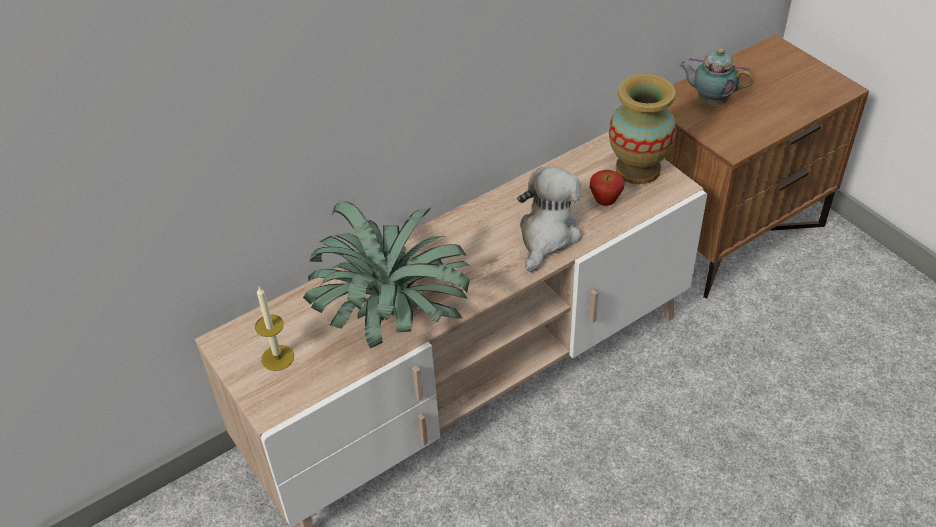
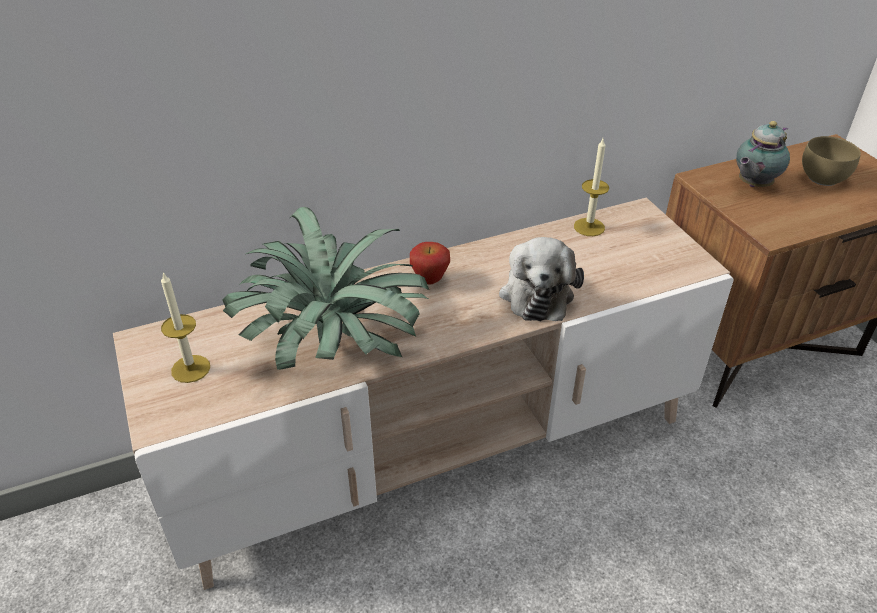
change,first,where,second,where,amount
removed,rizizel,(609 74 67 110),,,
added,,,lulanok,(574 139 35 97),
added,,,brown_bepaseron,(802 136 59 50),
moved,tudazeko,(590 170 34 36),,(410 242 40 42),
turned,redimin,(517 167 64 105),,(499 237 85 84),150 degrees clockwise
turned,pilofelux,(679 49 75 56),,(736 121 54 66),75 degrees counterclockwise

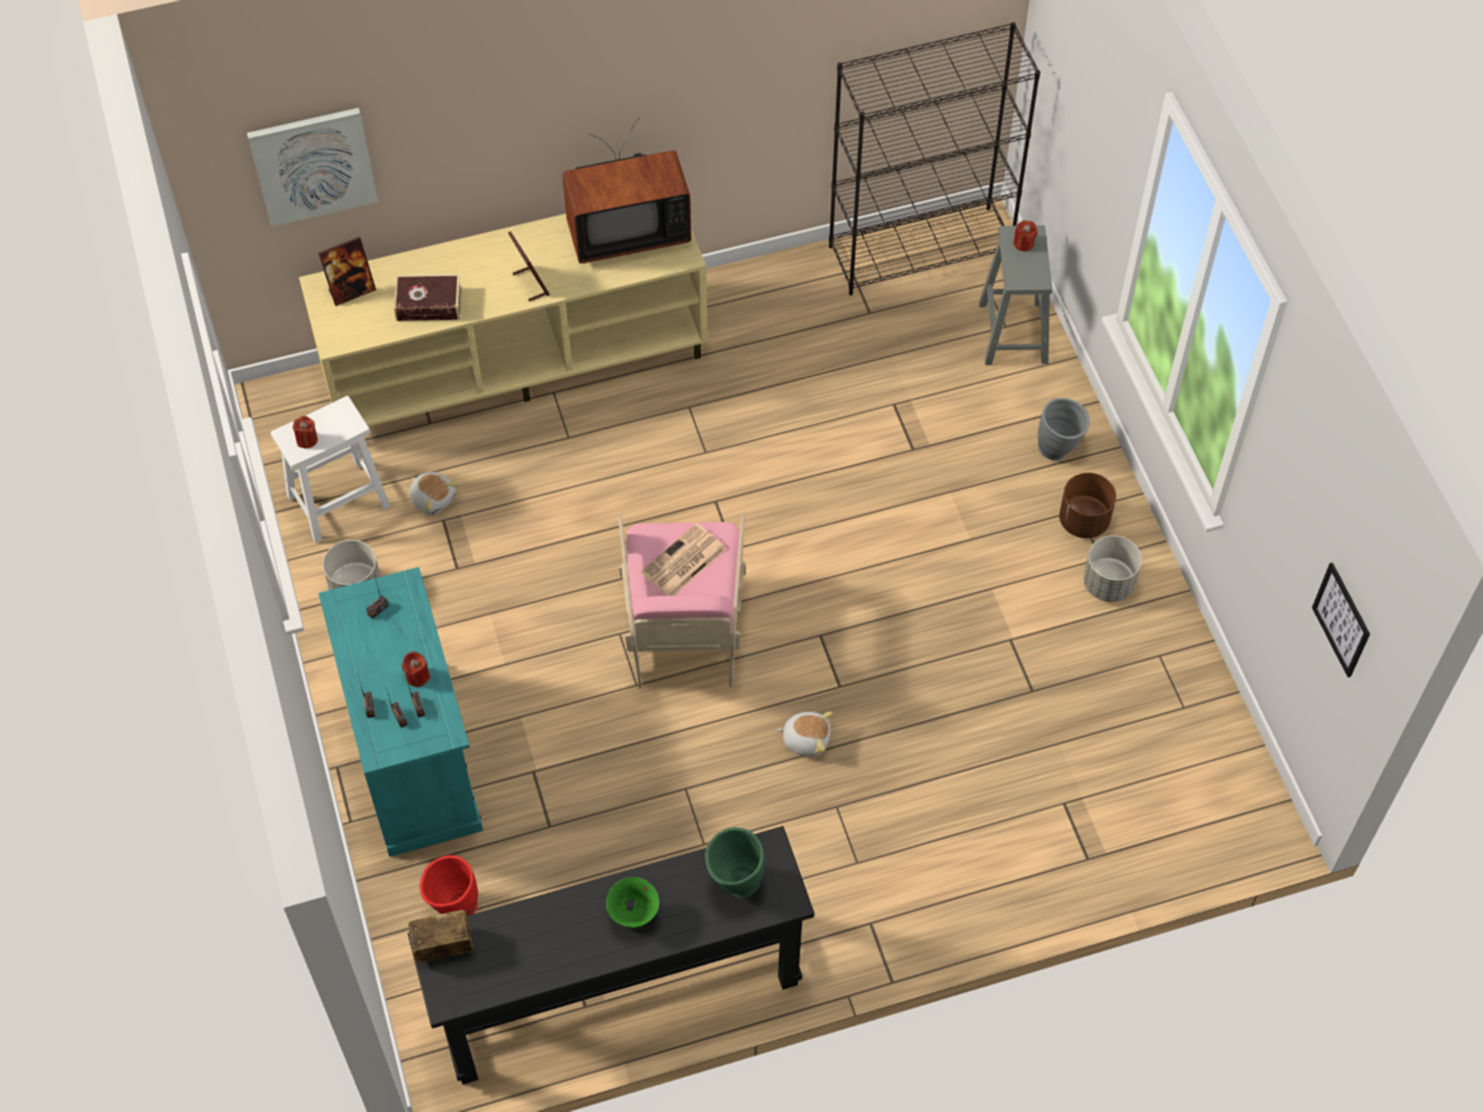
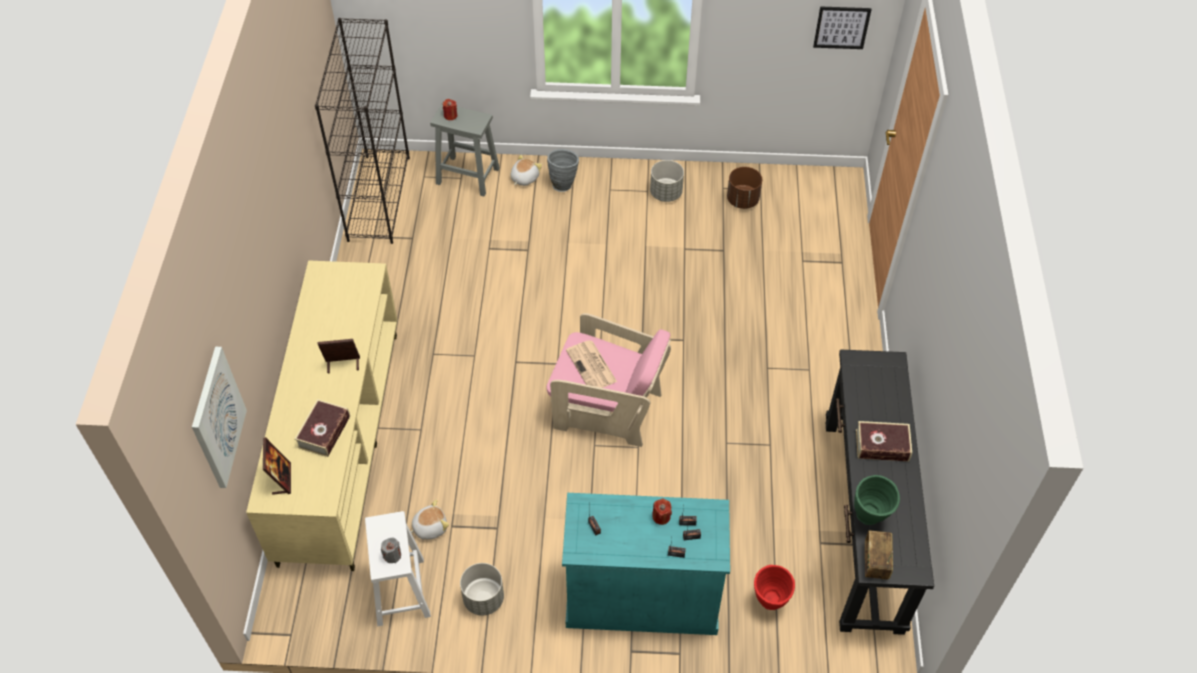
change,first,where,second,where,amount
removed,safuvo,(562 118 129 146),,,
moved,green_rizizel,(705 827 60 71),,(854 475 46 50),
moved,redimin,(777 711 56 46),,(511 154 31 32),
moved,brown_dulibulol,(1059 473 57 65),,(727 167 35 42),
replaced,green_bepaseron,(606 877 53 52),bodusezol,(856 421 56 40),
recoloured,red_lulanok,(292 416 26 32),grey_lulanok,(381 537 20 26),

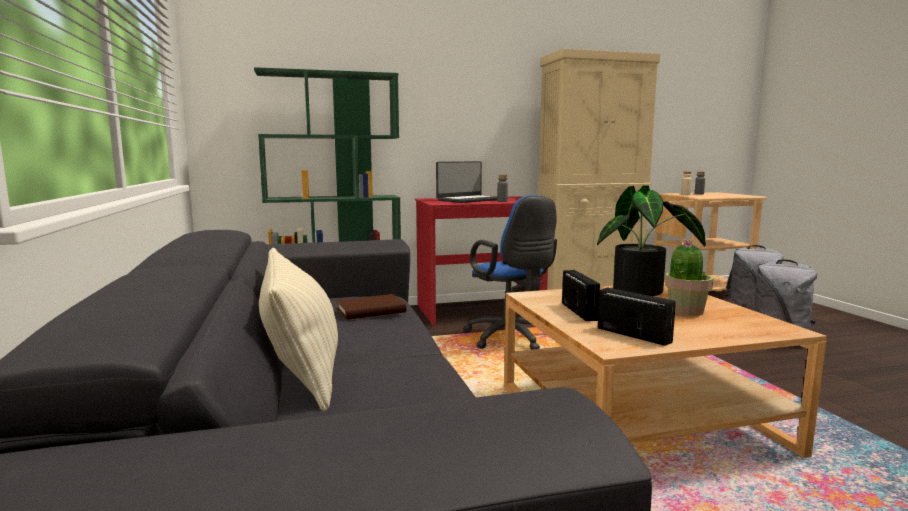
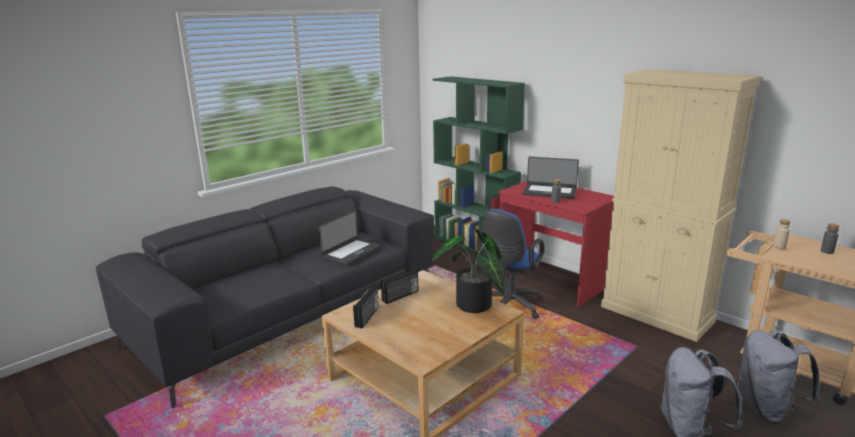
change,first,where,second,where,amount
removed,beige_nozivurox,(259 248 79 163),,,
removed,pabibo,(665 240 48 76),,,
replaced,brown_bodusezol,(337 294 70 26),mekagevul,(318 211 63 54),

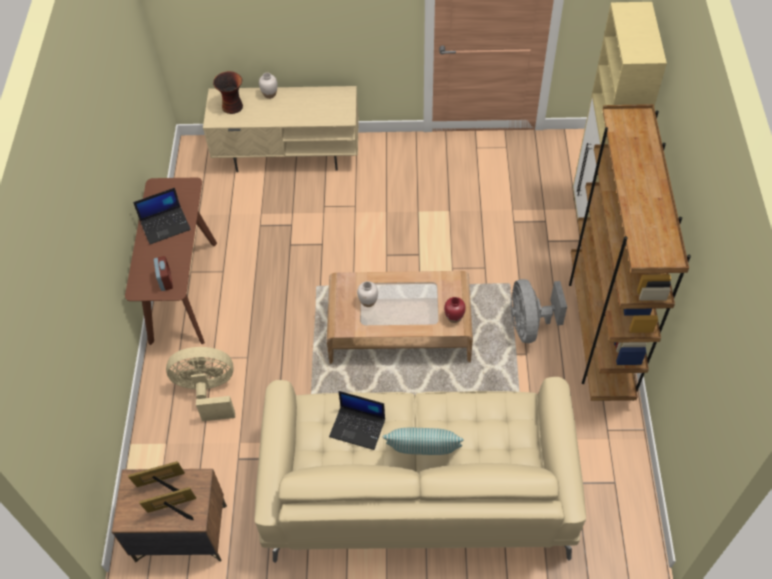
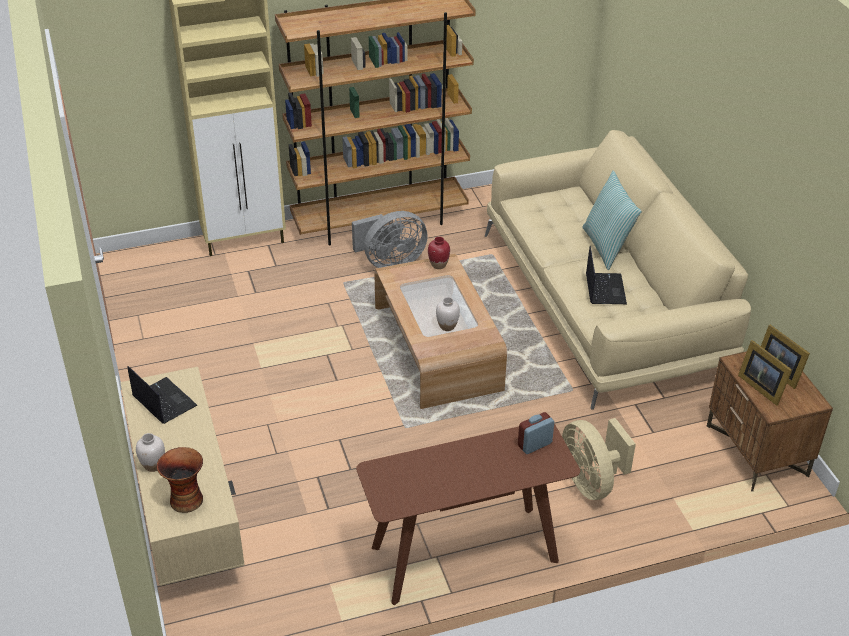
change,first,where,second,where,amount
moved,mekagevul,(133 188 58 56),,(127 366 70 58),

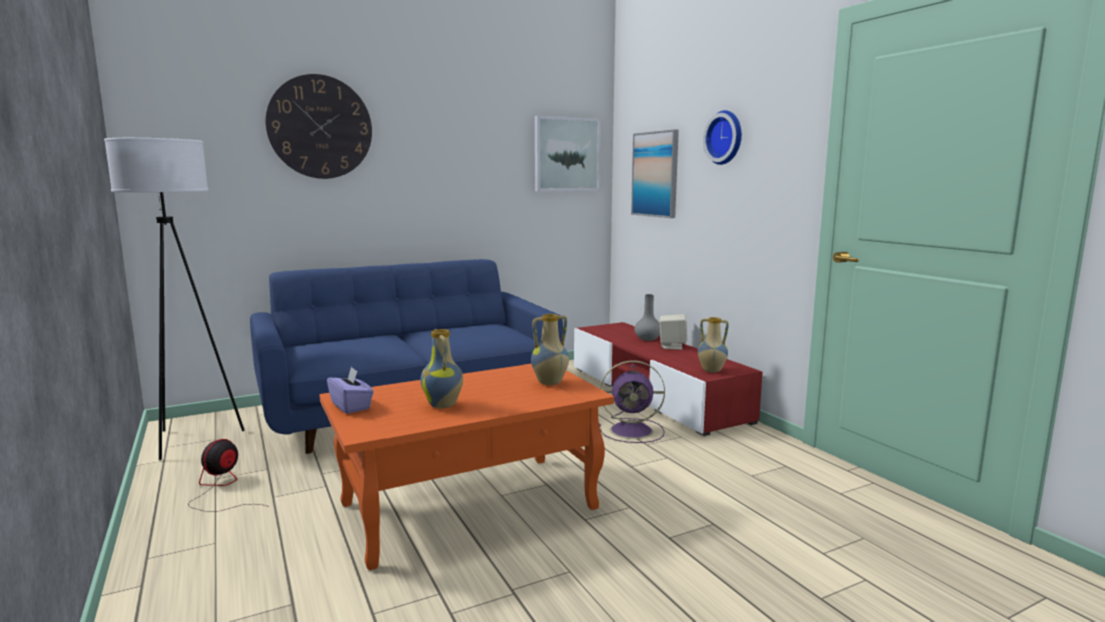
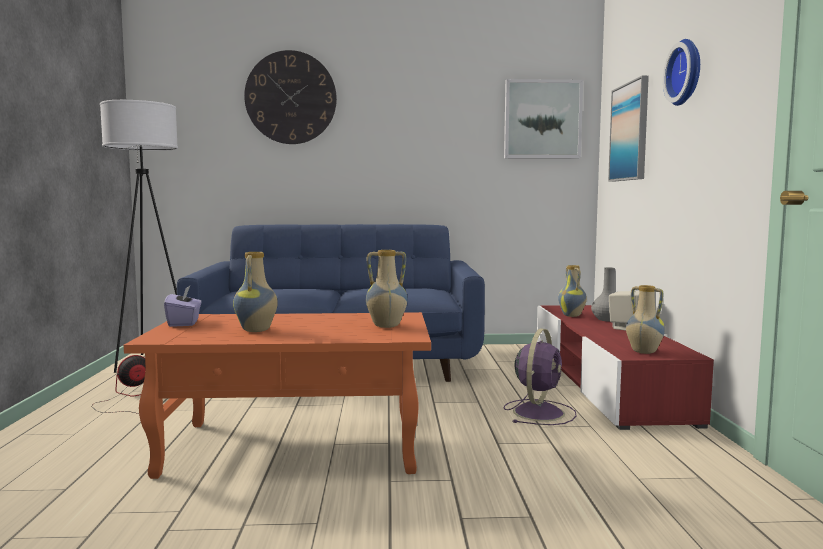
change,first,where,second,where,amount
added,,,rizizel,(558 265 29 52),
turned,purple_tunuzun,(599 361 66 82),,(504 328 73 97),90 degrees counterclockwise

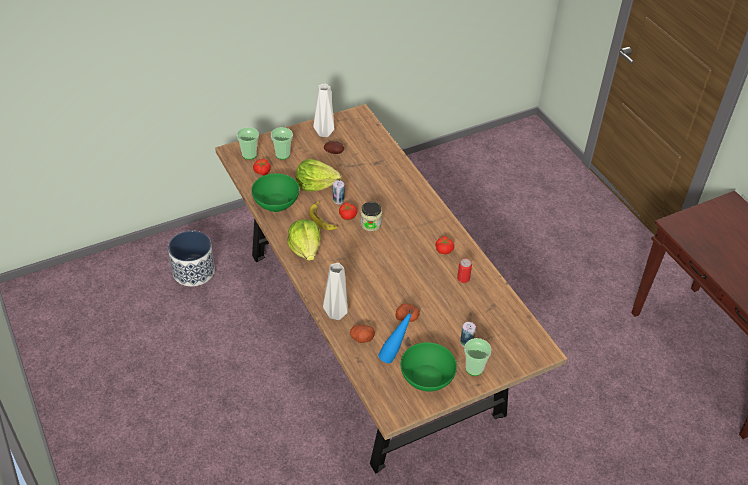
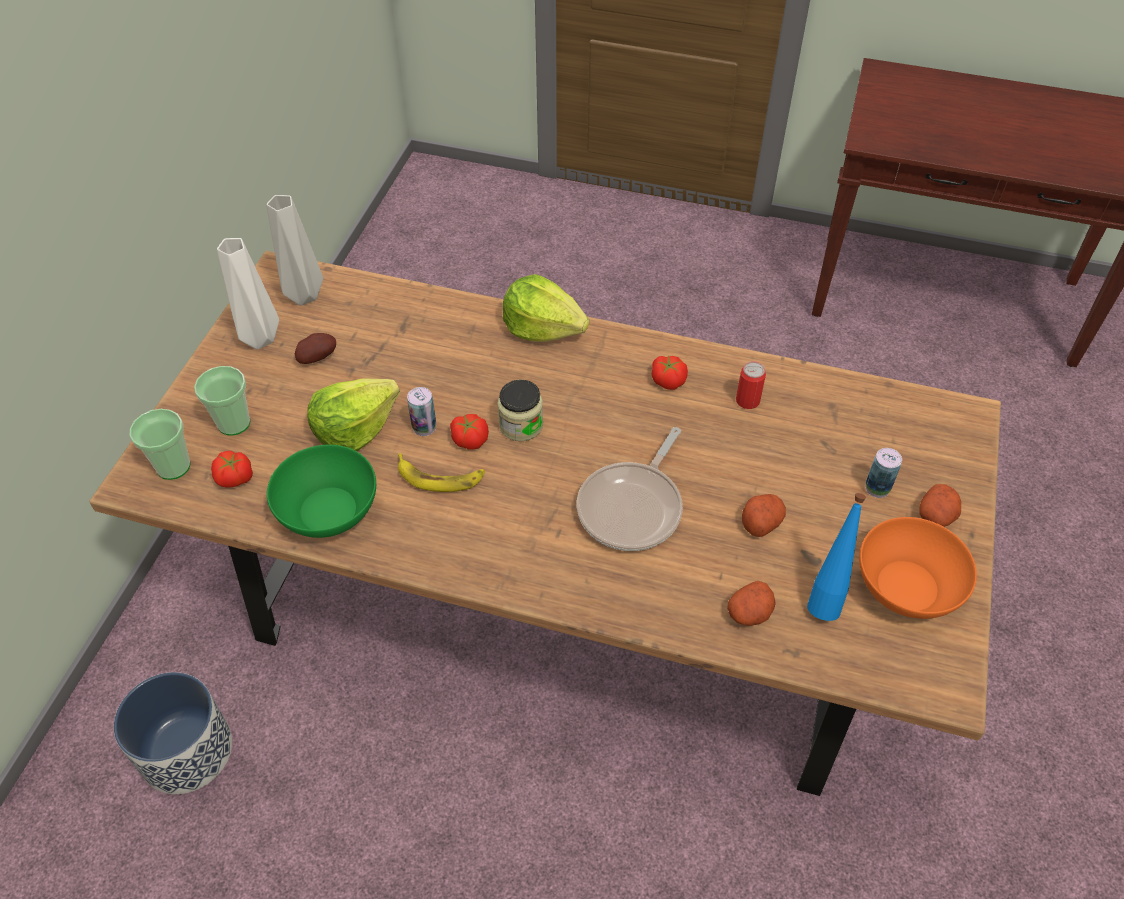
change,first,where,second,where,amount
added,,,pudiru,(577 427 106 124),
moved,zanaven,(287 219 34 42),,(503 274 86 68),
moved,grey_rizizel,(323 263 25 57),,(266 195 57 111),
replaced,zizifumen,(464 338 27 38),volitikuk,(920 484 41 43),
recoloured,green_bepaseron,(401 342 56 50),orange_bepaseron,(859 517 118 102),

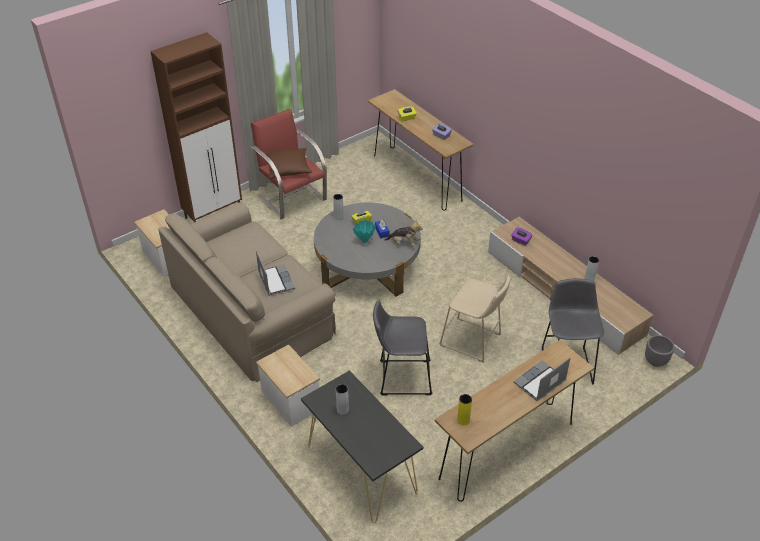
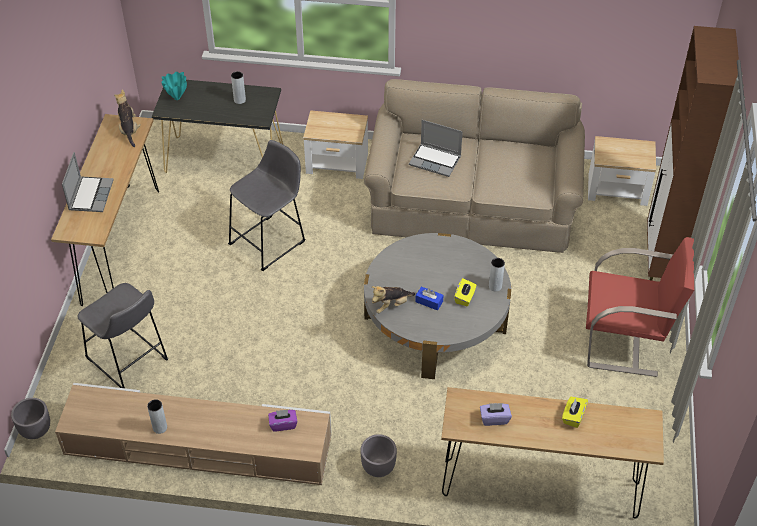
change,first,where,second,where,amount
removed,brown_nozivurox,(267 148 45 31),,,
removed,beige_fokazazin,(439 274 72 88),,,
added,,,grey_dulibulol,(361 434 36 43),
moved,turquoise_rizizel,(353 220 23 23),,(161 72 26 28),
replaced,yellow_rizizel,(457 394 15 31),redimin,(114 90 27 57),

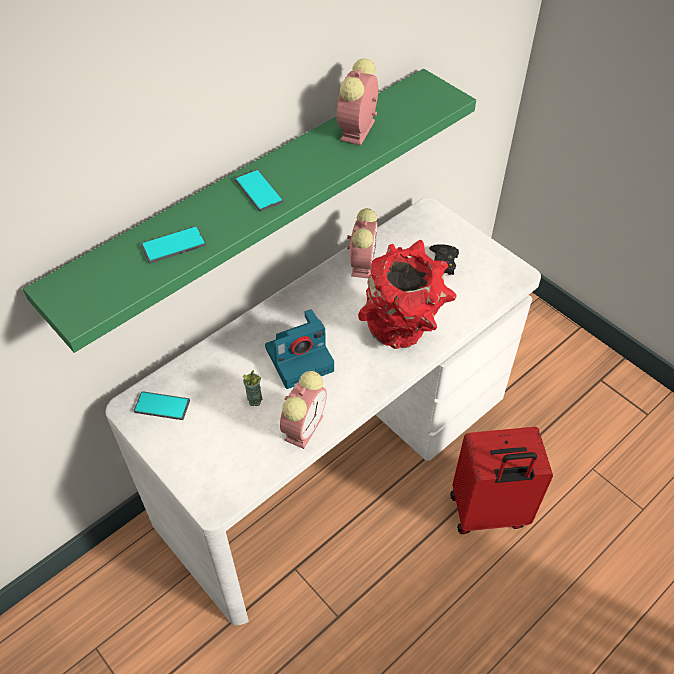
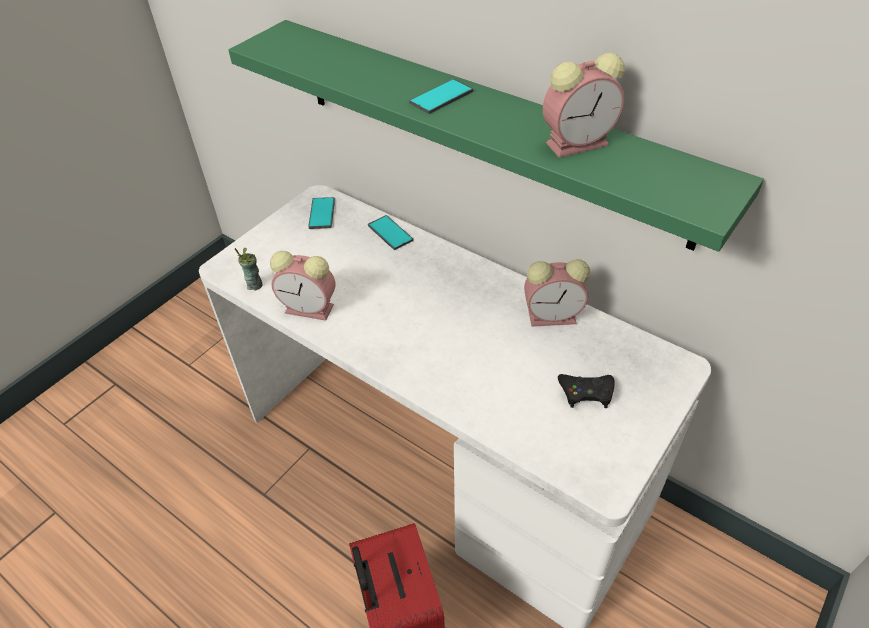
change,first,where,second,where,amount
removed,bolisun,(265 309 69 80),,,
removed,red_rizizel,(358 240 99 109),,,
moved,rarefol,(141 226 65 38),,(368 215 45 35),
moved,zizifumen,(243 370 20 36),,(235 248 27 42),
turned,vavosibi,(337 58 41 88),,(543 53 82 105),150 degrees clockwise

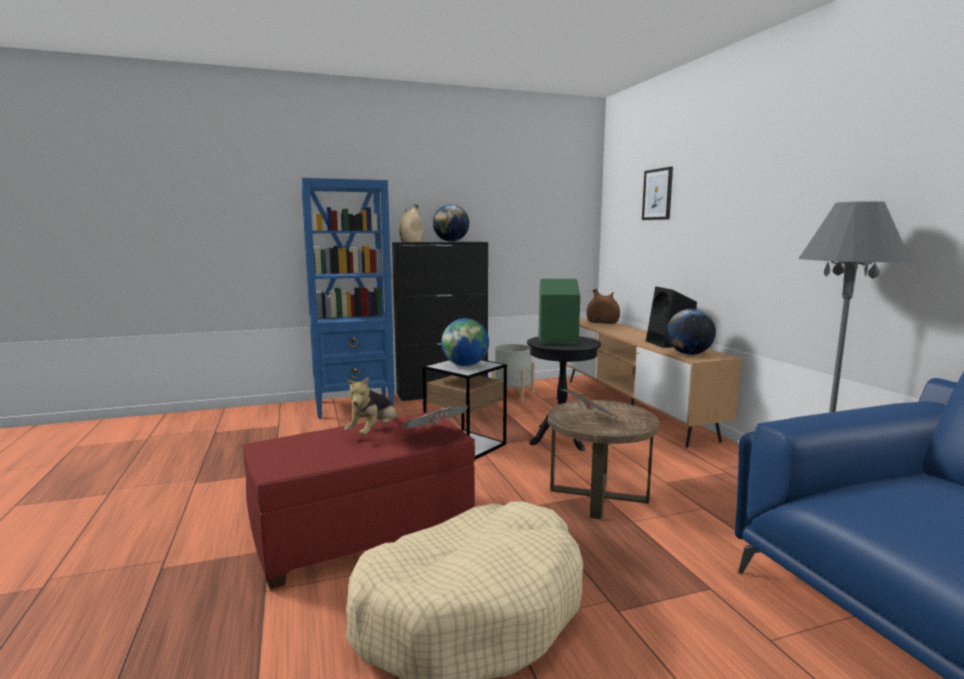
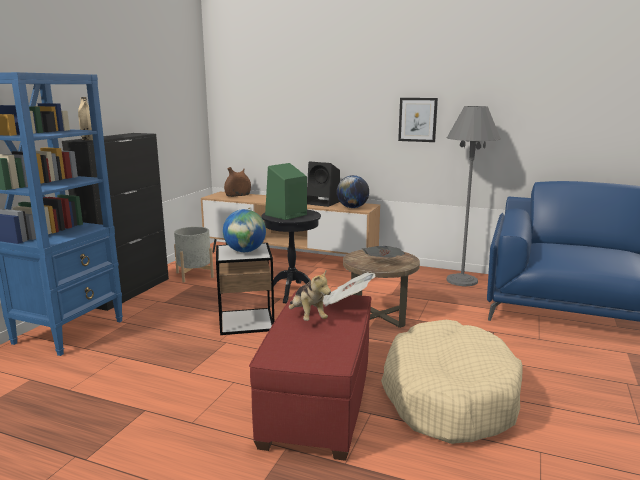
change,first,where,second,where,amount
removed,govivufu,(433 204 36 38),,,
moved,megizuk,(642 167 31 53),,(398 98 40 44),

